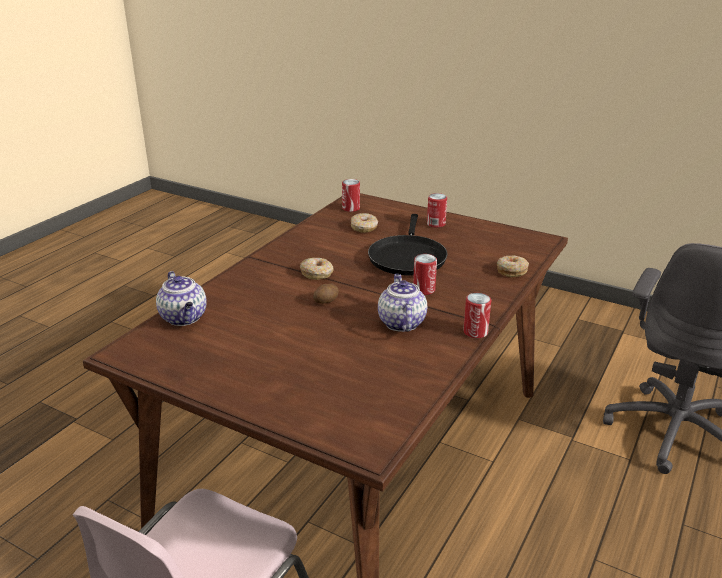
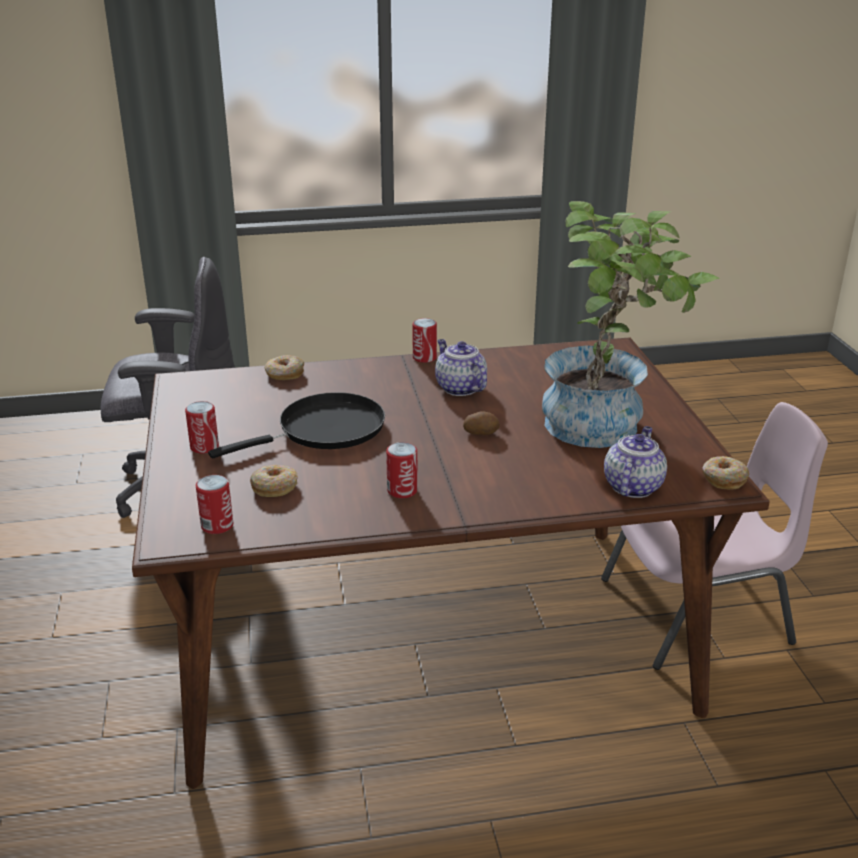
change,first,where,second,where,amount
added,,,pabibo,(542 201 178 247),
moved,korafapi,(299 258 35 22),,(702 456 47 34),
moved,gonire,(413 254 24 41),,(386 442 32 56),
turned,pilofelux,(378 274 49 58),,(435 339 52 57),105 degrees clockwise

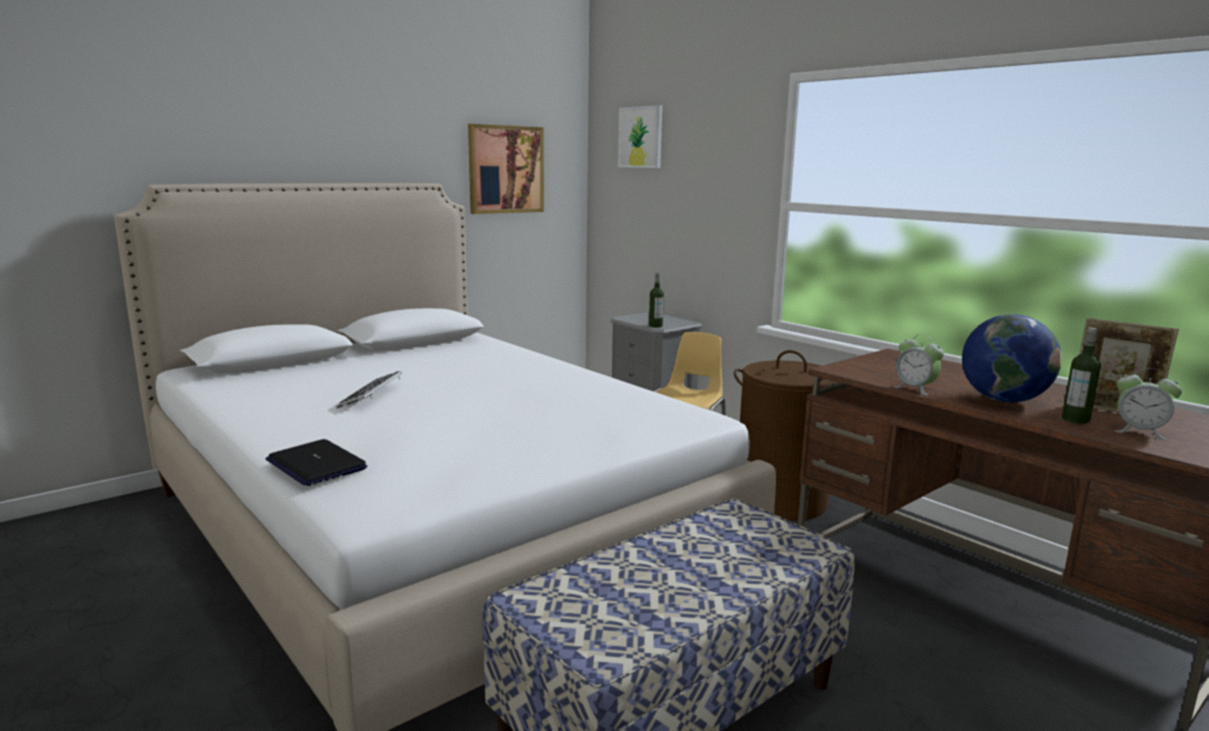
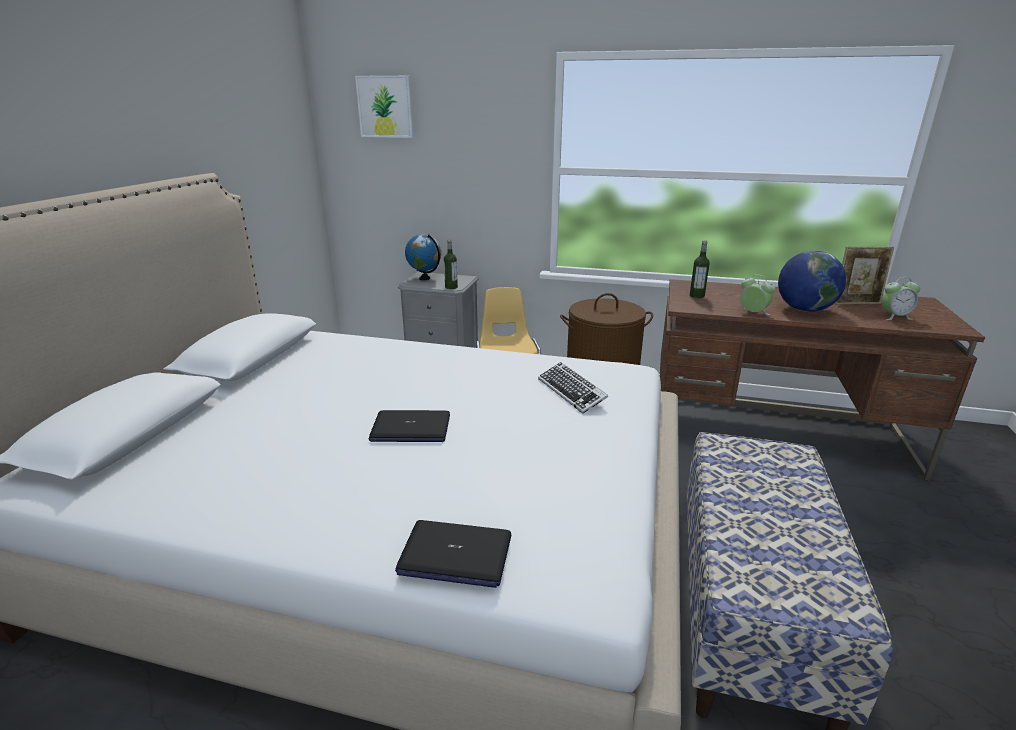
change,first,where,second,where,amount
removed,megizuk,(468 124 76 90),,,
added,,,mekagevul,(369 410 81 32),
added,,,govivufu,(405 234 36 46),
moved,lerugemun,(337 371 65 37),,(538 362 70 52),
moved,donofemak,(1062 328 39 96),,(690 240 20 58),
turned,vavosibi,(893 334 51 61),,(740 275 35 40),150 degrees counterclockwise

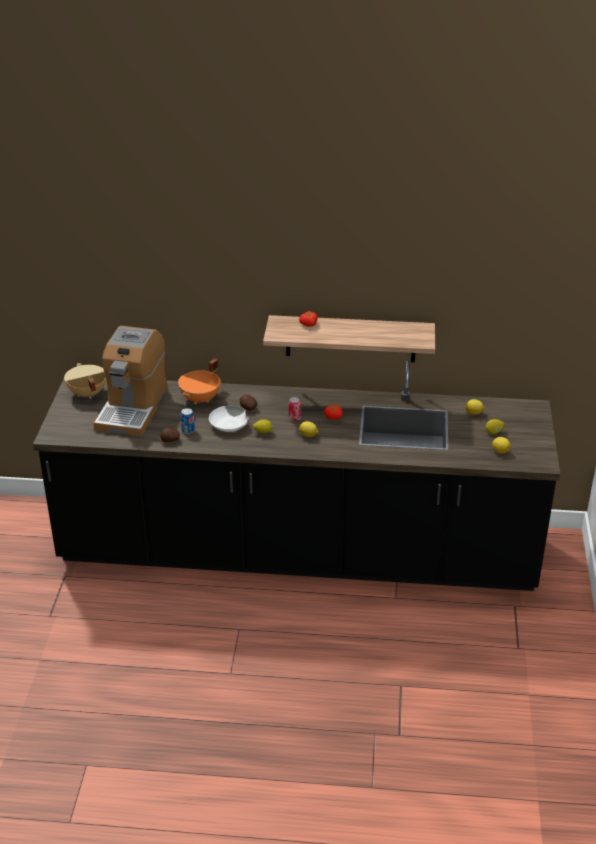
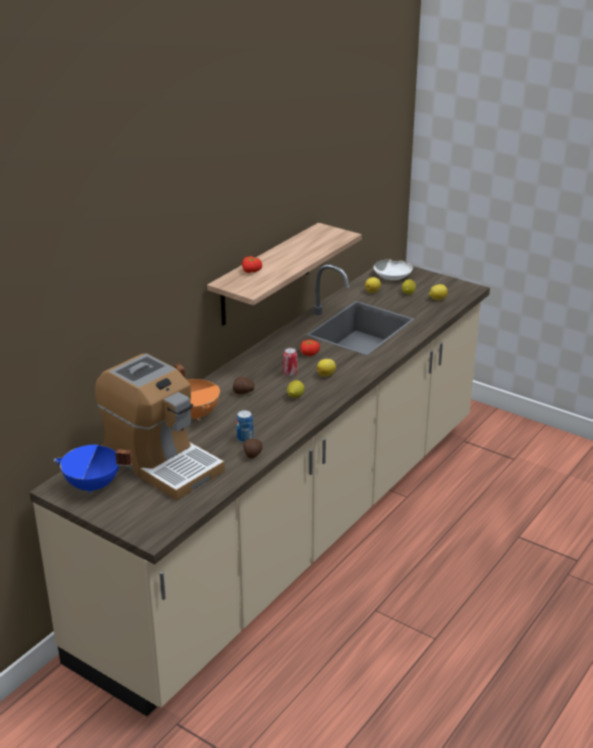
change,first,where,second,where,amount
moved,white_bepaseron,(209 406 40 26),,(373 259 40 21),
recoloured,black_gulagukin,(33 359 527 232),beige_gulagukin,(29 259 461 457),
recoloured,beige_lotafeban,(64 363 42 36),blue_lotafeban,(53 445 79 49),

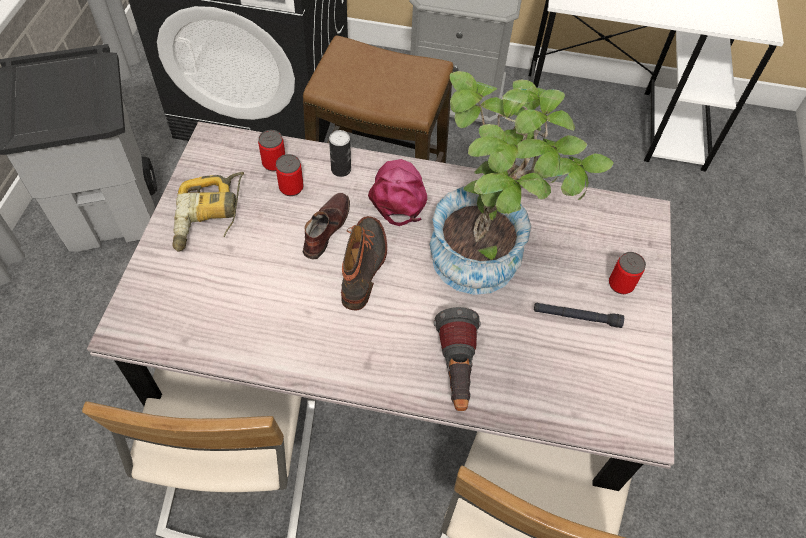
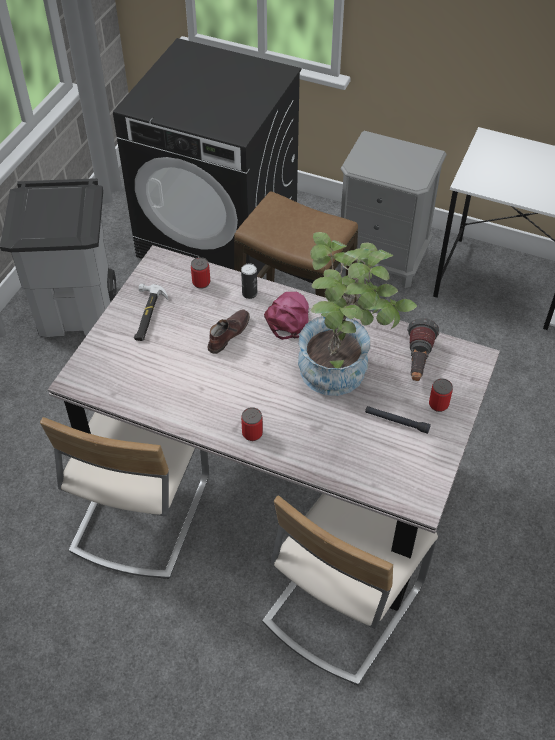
change,first,where,second,where,amount
removed,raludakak,(341 216 46 95),,,
moved,gonire,(276 154 28 42),,(241 407 22 34),
moved,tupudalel,(434 307 47 104),,(407 318 32 63),
replaced,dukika,(172 172 72 80),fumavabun,(134 284 34 57),

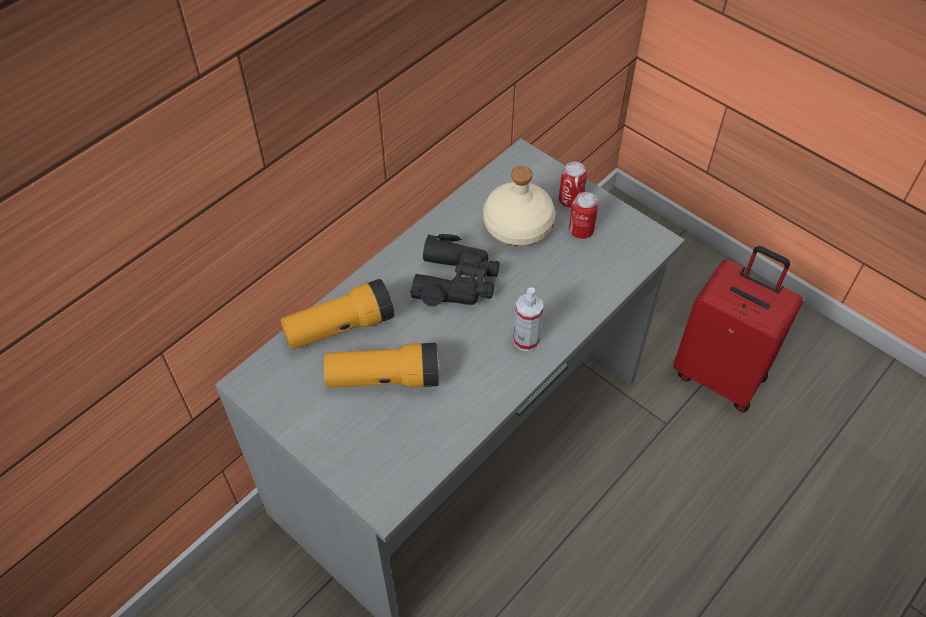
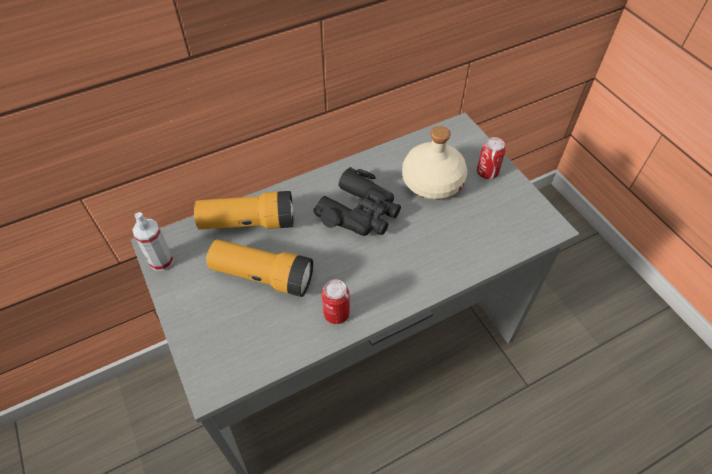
change,first,where,second,where,amount
removed,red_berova,(673 246 130 167),,,
moved,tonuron,(513 287 30 64),,(132 212 42 59),
moved,gonire,(569 192 29 47),,(322 279 28 45),

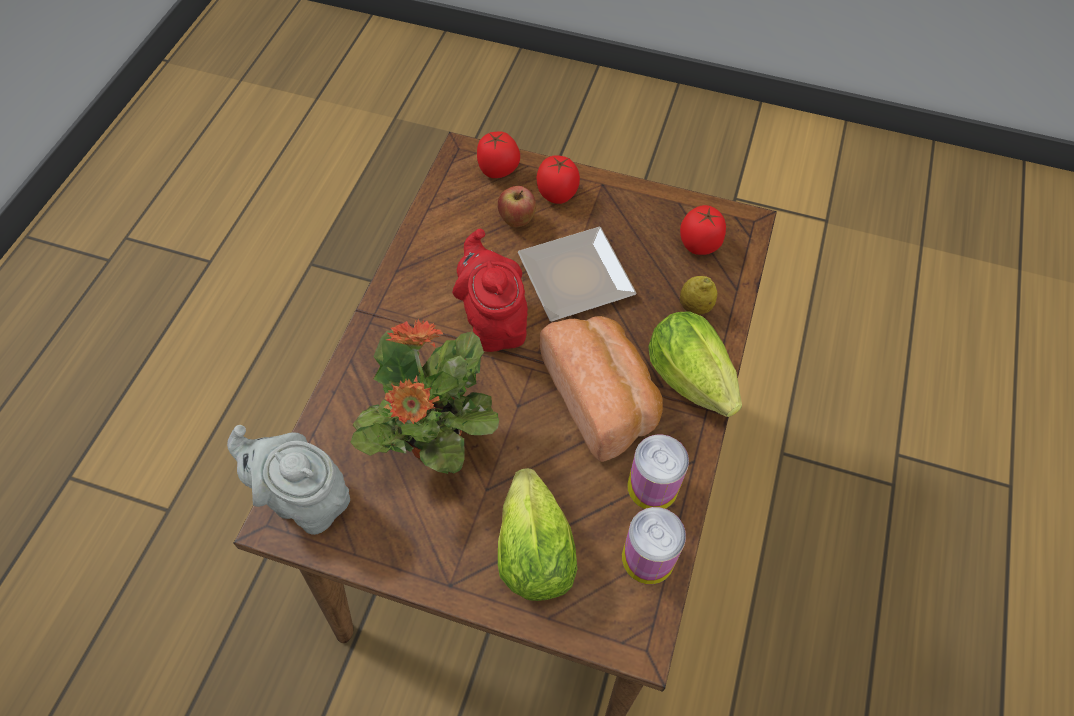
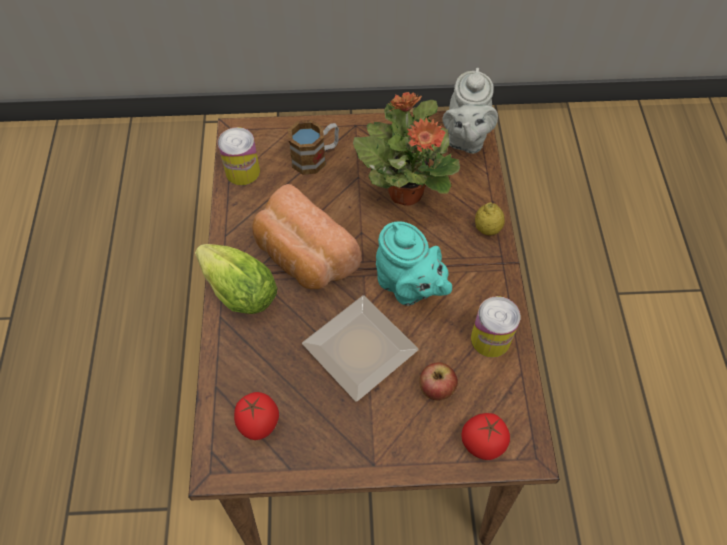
change,first,where,second,where,amount
removed,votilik,(537 155 43 49),,,
moved,gonire,(627 435 62 74),,(471 296 49 62),
moved,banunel,(680 276 37 39),,(475 202 30 33),
replaced,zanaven,(498 468 79 133),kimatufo,(288 120 51 55),
recoloured,red_pilofelux,(452 229 76 123),turquoise_pilofelux,(376 221 76 85),
turned,grey_pilofelux,(227 425 123 110),,(443 68 55 86),90 degrees clockwise

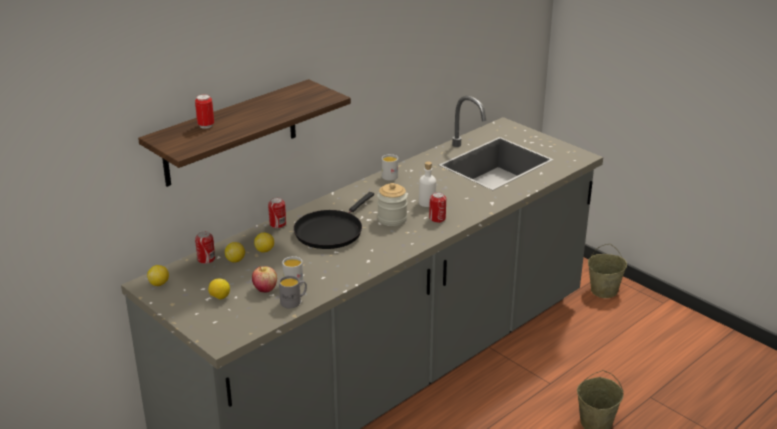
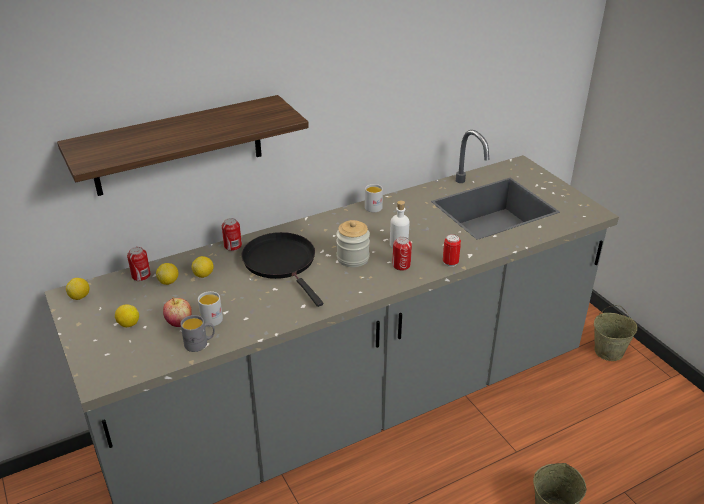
change,first,where,second,where,amount
moved,gonire,(195 94 19 35),,(443 234 18 33),
turned,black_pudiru,(294 192 80 57),,(241 232 82 75),105 degrees clockwise

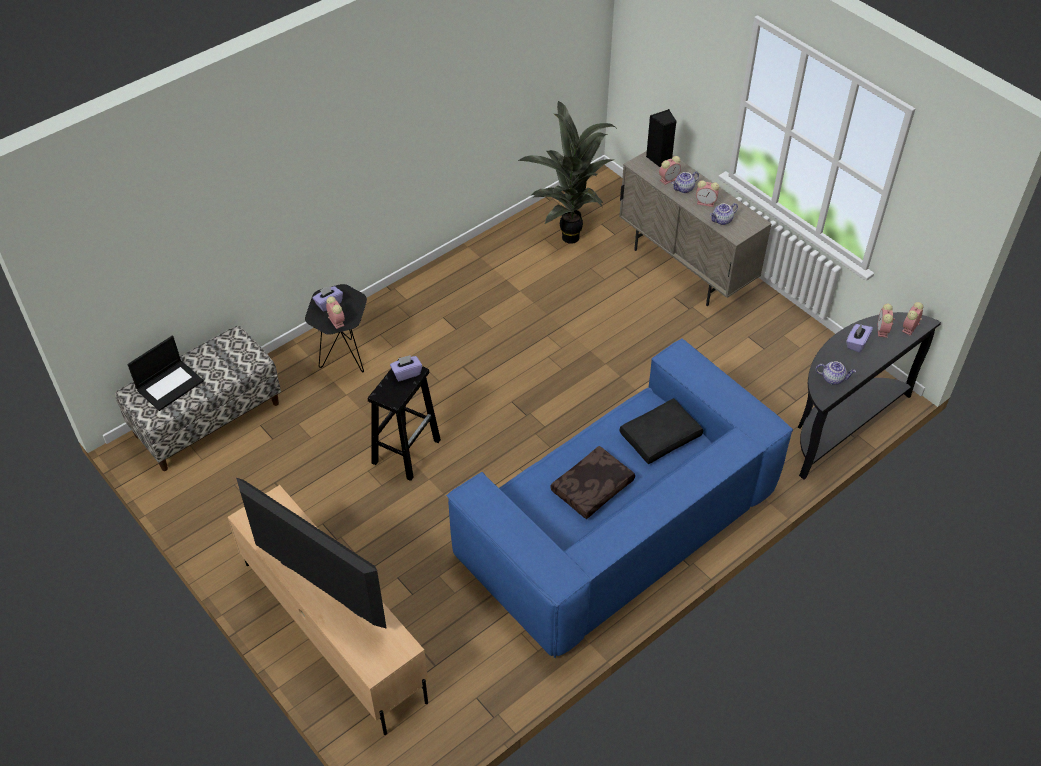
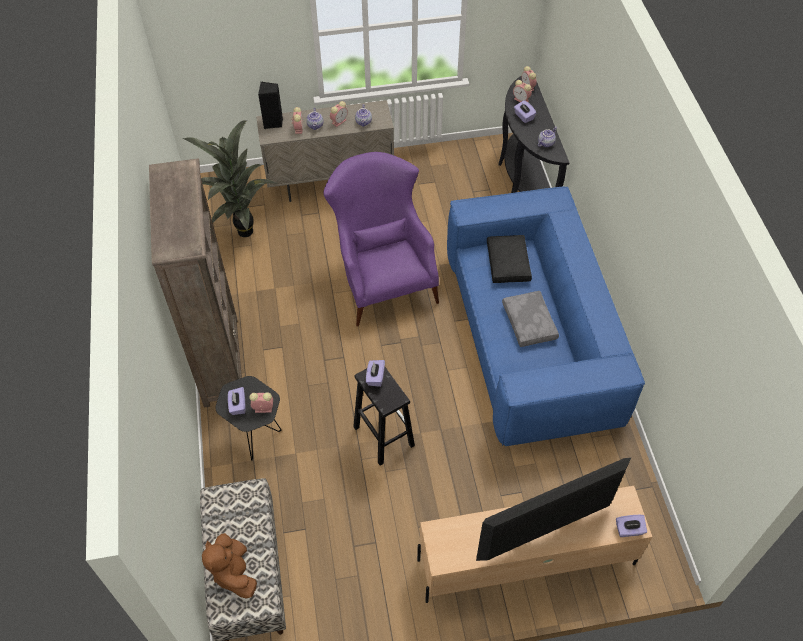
change,first,where,second,where,amount
added,,,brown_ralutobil,(149 159 93 249),
added,,,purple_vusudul,(323 152 116 175),
added,,,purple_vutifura,(616 515 31 22),
replaced,mekagevul,(127 336 77 75),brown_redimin,(202 533 55 66),
recoloured,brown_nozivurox,(550 446 85 73),grey_nozivurox,(502 291 57 56),

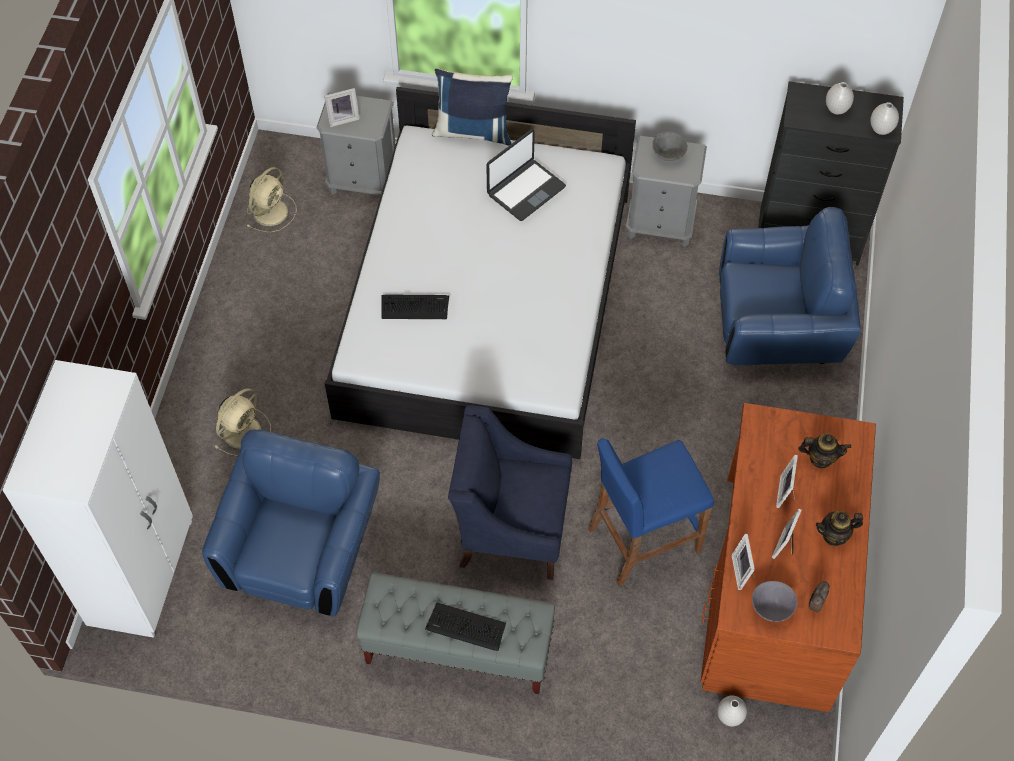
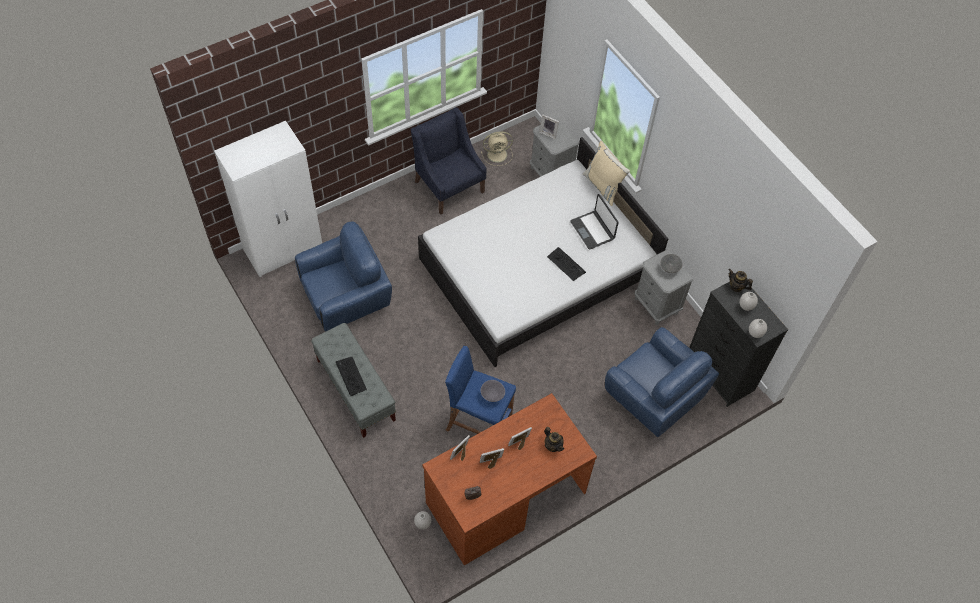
change,first,where,second,where,amount
removed,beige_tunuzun,(214 388 57 68),,,
moved,lerugemun,(381 295 68 24),,(547 247 39 34),
moved,blue_vusudul,(448 405 124 175),,(411 107 76 108),
moved,grey_bepaseron,(752 581 45 41),,(480 380 25 22),
moved,pilofelux,(816 511 47 35),,(729 269 24 23),
recoloured,blue_nozivurox,(432 68 81 78),beige_nozivurox,(583 141 47 65),
turned,mekagevul,(486 129 80 92),,(570 194 48 56),60 degrees clockwise

